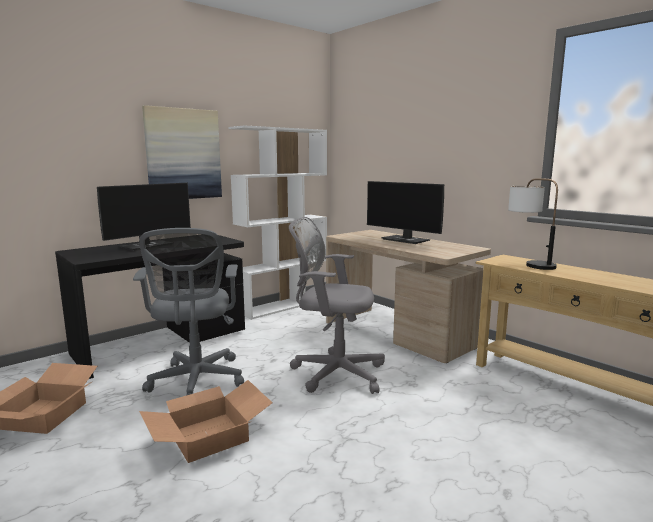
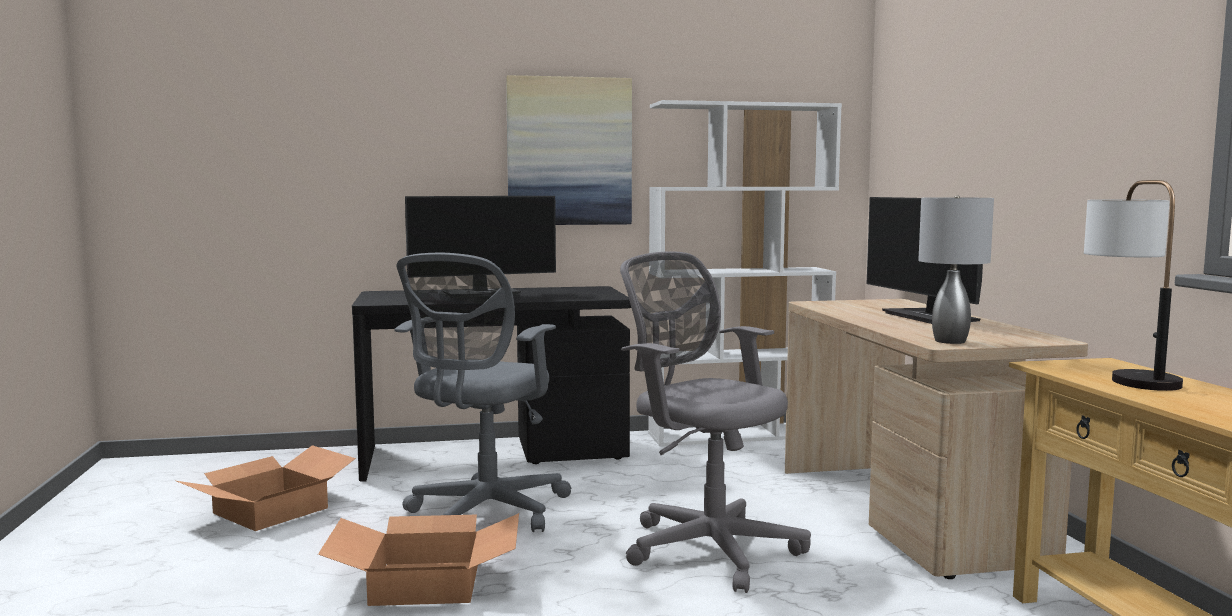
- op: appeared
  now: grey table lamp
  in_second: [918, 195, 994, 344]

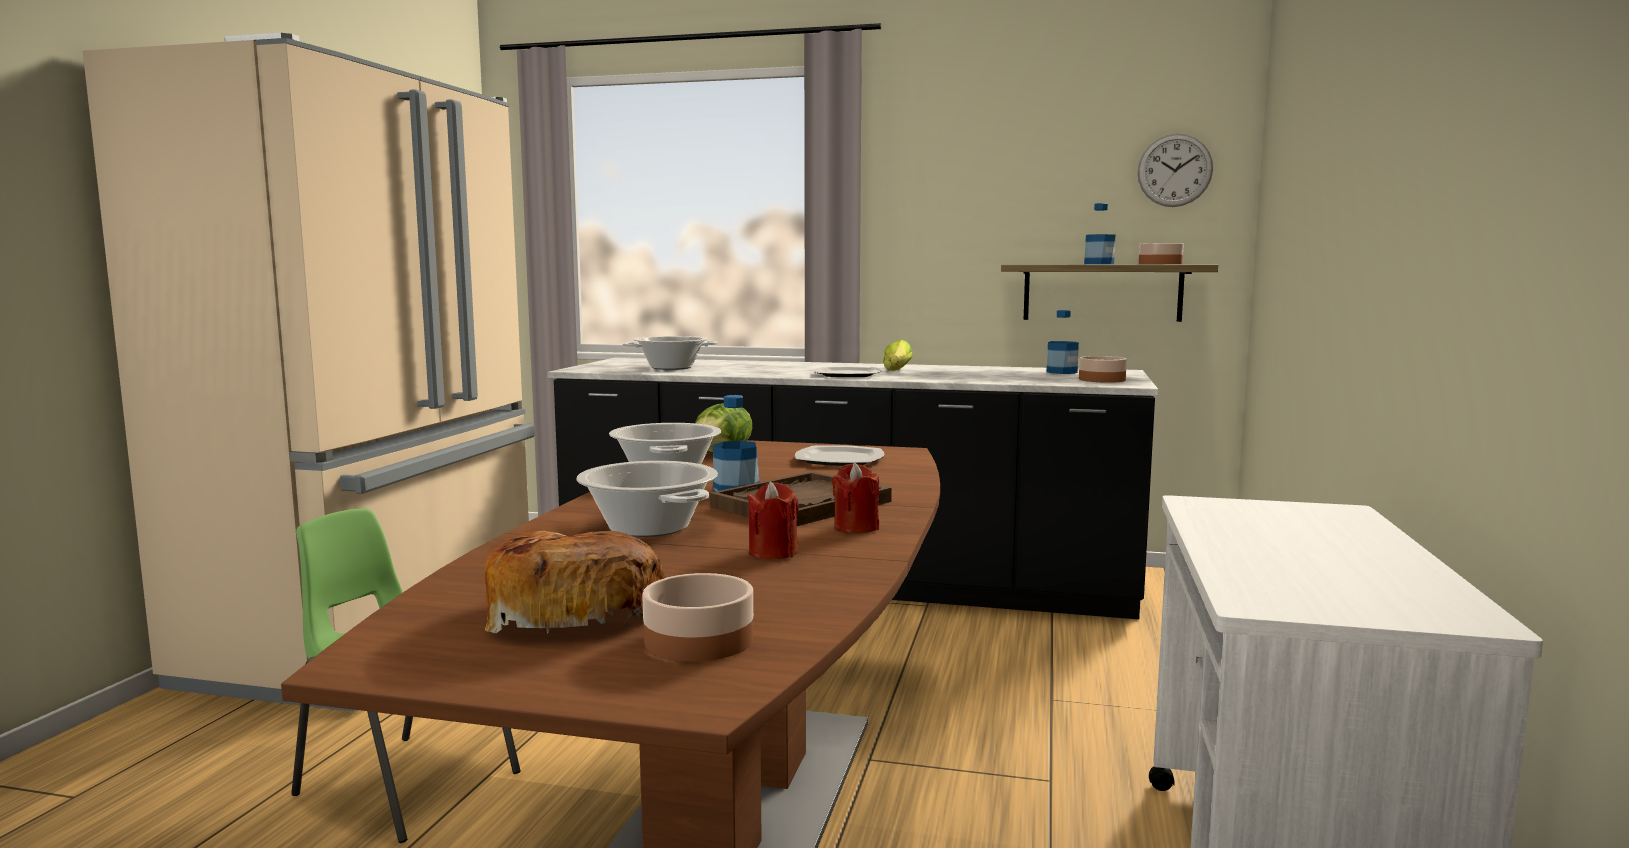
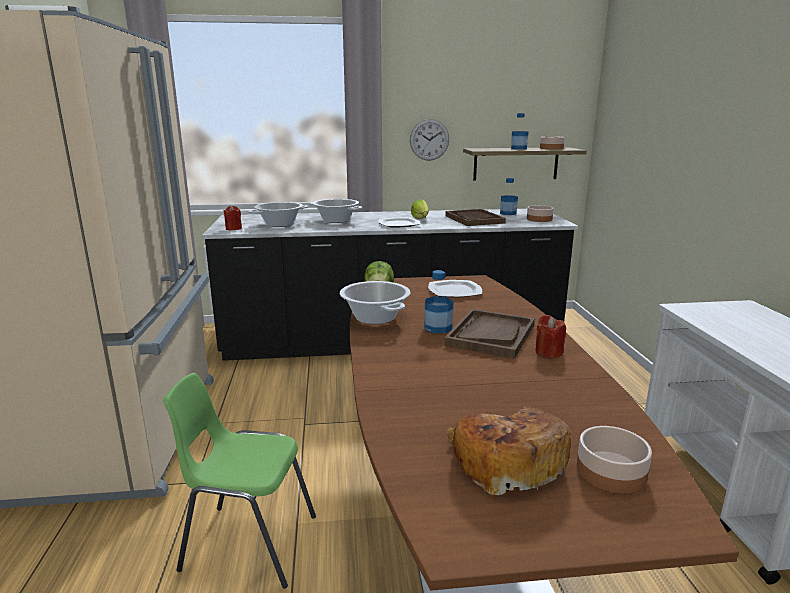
- op: relocated
  was: cooking pot
  in_first: [577, 461, 718, 537]
  in_second: [311, 199, 362, 223]
- op: relocated
  was: red candle
  in_first: [747, 482, 799, 560]
  in_second: [223, 205, 242, 230]
- op: relocated
  was: wall clock
  in_first: [1137, 134, 1213, 207]
  in_second: [410, 119, 449, 161]
- op: appeared
  now: brown tray
  in_second: [445, 209, 506, 226]

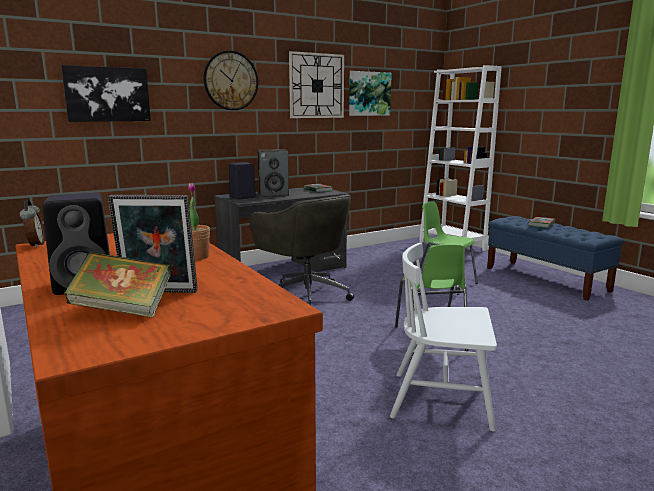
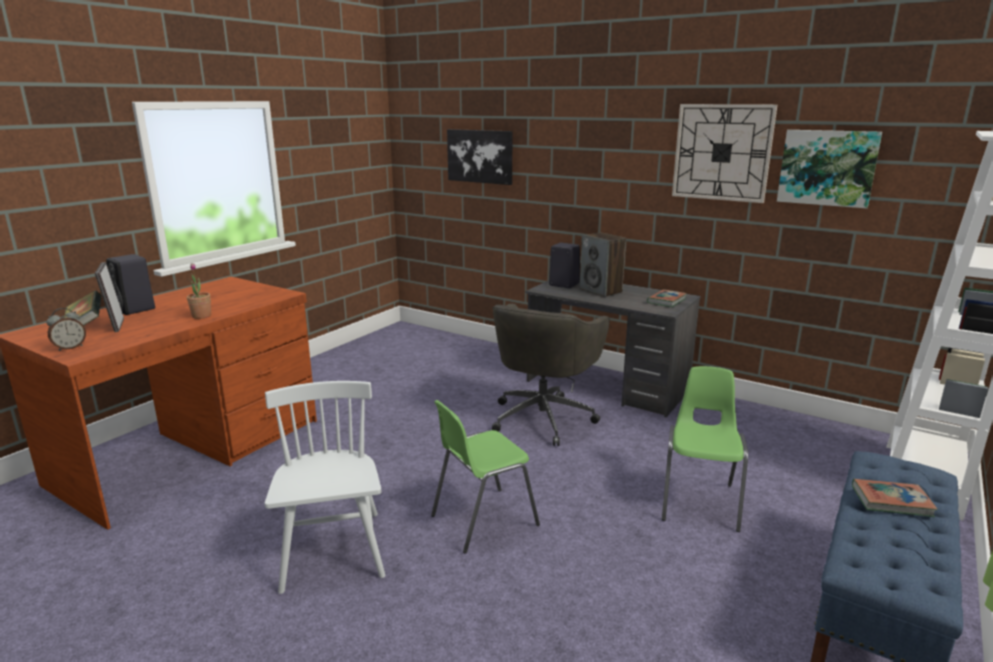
- op: relocated
  was: alarm clock
  in_first: [20, 200, 45, 248]
  in_second: [47, 308, 86, 351]
- op: missing
  was: wall clock
  in_first: [203, 51, 258, 110]

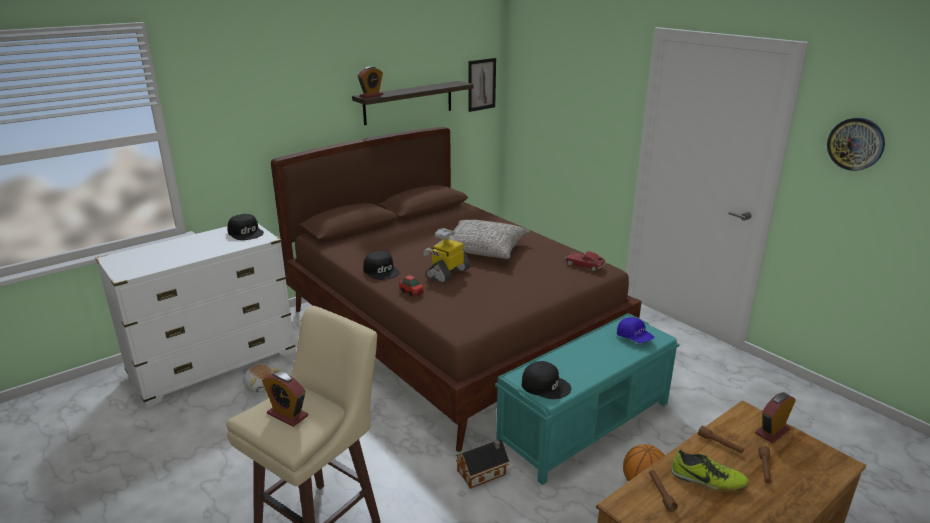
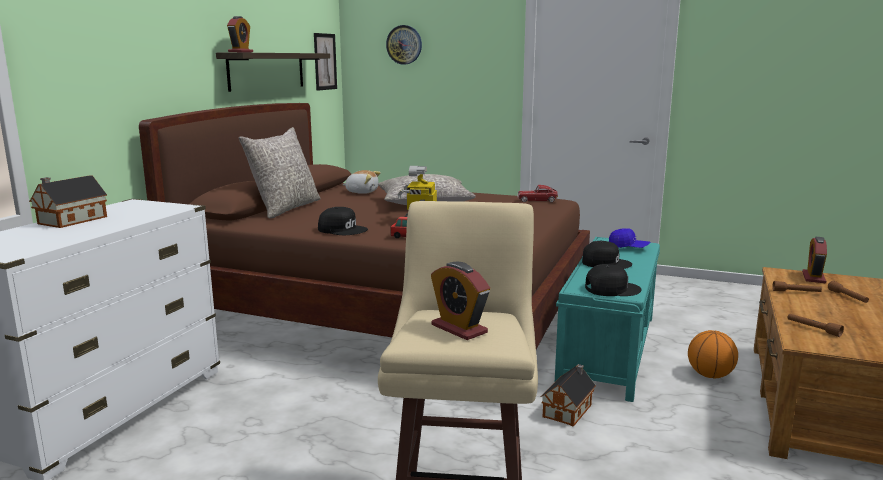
- op: relocated
  was: black cap
  in_first: [227, 214, 264, 240]
  in_second: [582, 241, 632, 269]
- op: relocated
  was: plush toy
  in_first: [243, 364, 280, 393]
  in_second: [342, 170, 381, 194]
- op: spun
  was: alarm clock
  in_first: [262, 371, 308, 427]
  in_second: [431, 262, 490, 340]
  clockwise: 45
- op: missing
  was: shoe
  in_first: [671, 449, 749, 492]
- op: relocated
  was: wall clock
  in_first: [827, 118, 885, 171]
  in_second: [386, 25, 422, 64]
- op: appeared
  now: toy house
  in_second: [29, 175, 107, 228]
- op: appeared
  now: grey pillow
  in_second: [239, 127, 321, 218]

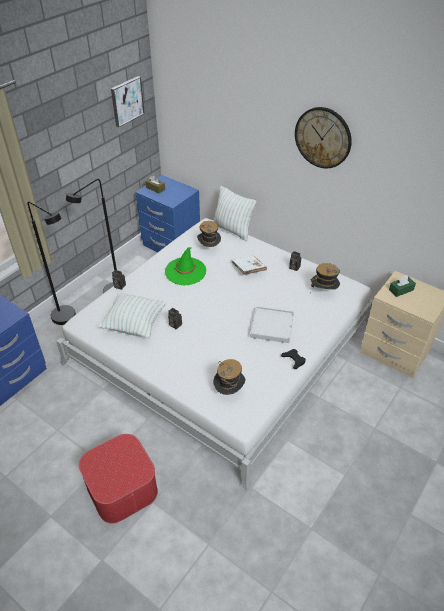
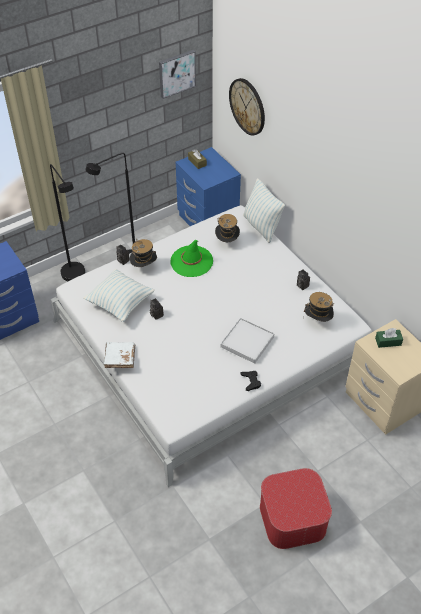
- op: relocated
  was: ottoman
  in_first: [79, 434, 158, 523]
  in_second: [260, 468, 332, 549]
- op: relocated
  was: hat
  in_first: [213, 359, 245, 395]
  in_second: [130, 238, 157, 267]
- op: relocated
  was: white book
  in_first: [231, 255, 267, 275]
  in_second: [104, 342, 135, 368]
- op: relocated
  was: wall clock
  in_first: [295, 107, 352, 168]
  in_second: [229, 78, 265, 136]

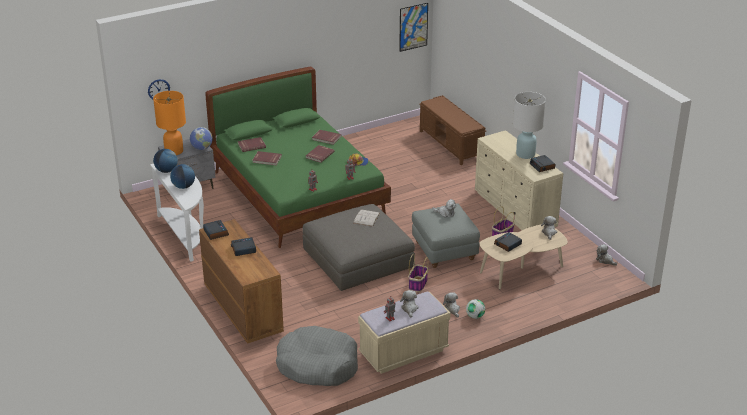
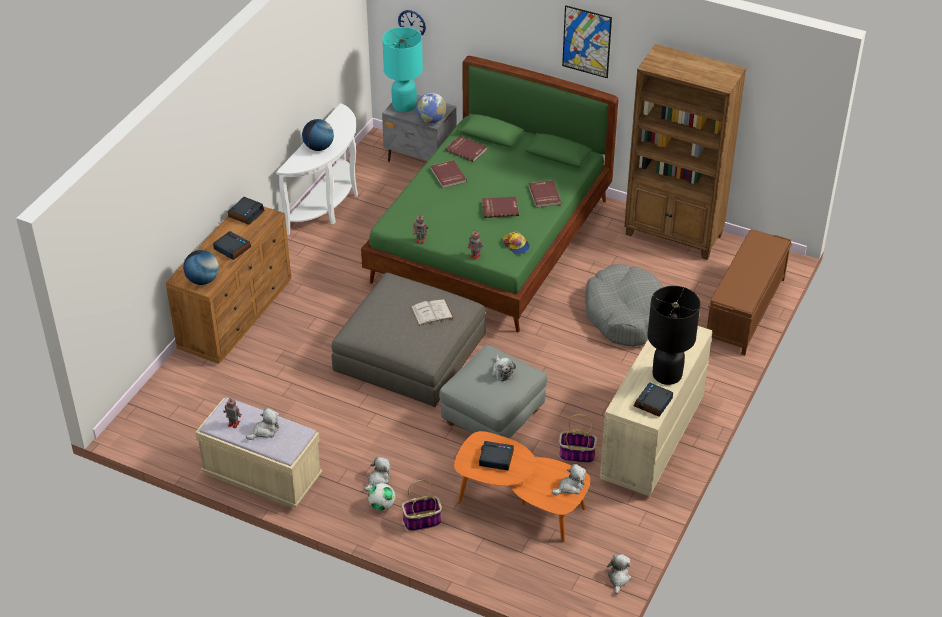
- op: colour
  was: orange table lamp
  now: turquoise table lamp
  in_first: [153, 91, 186, 155]
  in_second: [382, 27, 423, 112]
- op: relocated
  was: globe
  in_first: [153, 149, 178, 173]
  in_second: [183, 250, 219, 285]
- op: relocated
  was: grey dog bed
  in_first: [276, 326, 358, 386]
  in_second: [585, 264, 664, 347]
- op: relocated
  was: picture
  in_first: [399, 3, 428, 52]
  in_second: [562, 5, 612, 78]
- op: relocated
  was: basket
  in_first: [408, 254, 429, 292]
  in_second: [402, 480, 442, 531]
- op: colour
  was: beige coffee table
  now: orange coffee table
  in_first: [480, 225, 568, 289]
  in_second: [454, 431, 590, 542]
- op: colour
  was: white table lamp
  now: black table lamp
  in_first: [513, 92, 546, 159]
  in_second: [647, 286, 700, 385]
- op: appeared
  now: brown bookcase
  in_second: [624, 44, 746, 260]

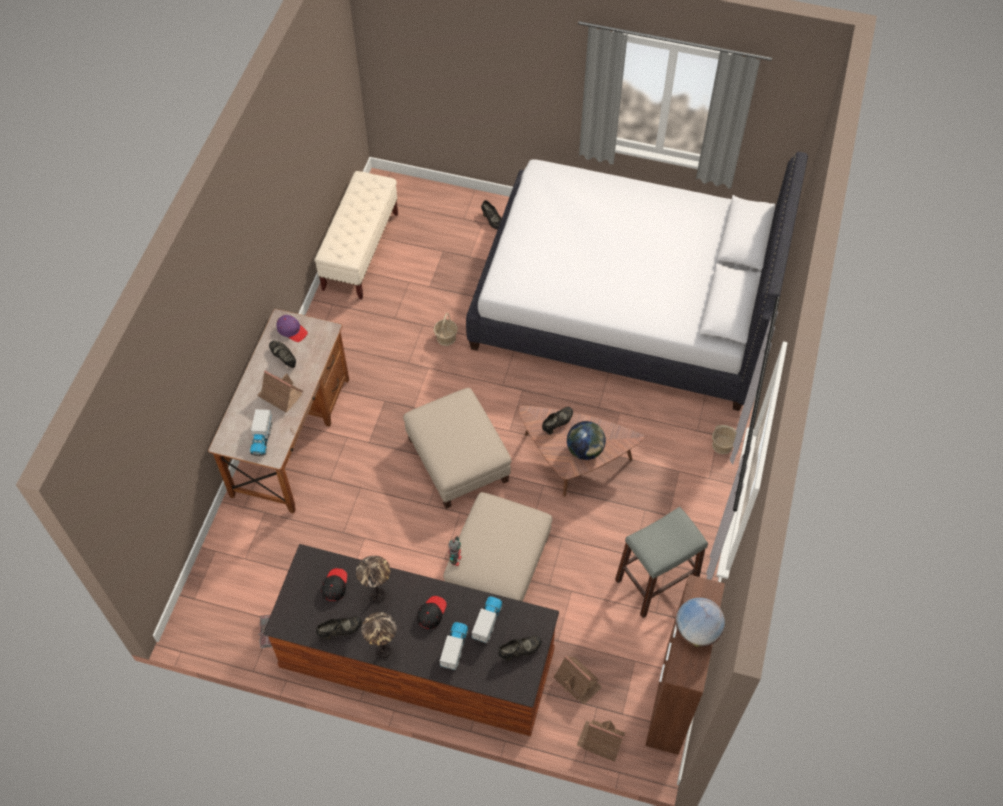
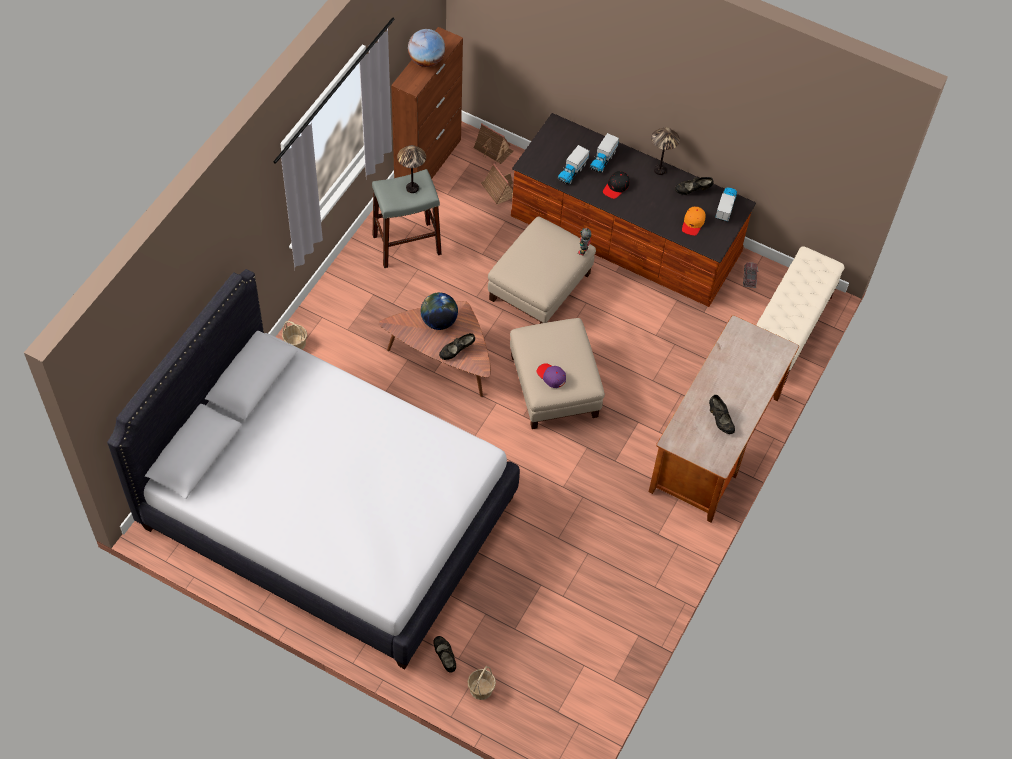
- op: relocated
  was: toy truck
  in_first: [250, 409, 272, 456]
  in_second: [715, 187, 737, 221]
- op: missing
  was: toy house
  in_first: [257, 371, 304, 412]
- op: relocated
  was: purple cap
  in_first: [277, 315, 308, 342]
  in_second: [537, 363, 566, 388]
- op: relocated
  was: beige bench
  in_first: [314, 171, 398, 299]
  in_second: [756, 246, 844, 384]
- op: colour
  was: black cap
  now: orange cap
  in_first: [321, 568, 347, 601]
  in_second: [682, 207, 706, 236]
- op: relocated
  was: table lamp
  in_first: [356, 556, 391, 602]
  in_second: [397, 145, 426, 193]
- op: relocated
  was: basket
  in_first: [434, 313, 458, 346]
  in_second: [467, 666, 496, 700]
- op: missing
  was: black shoe
  in_first: [498, 636, 542, 661]

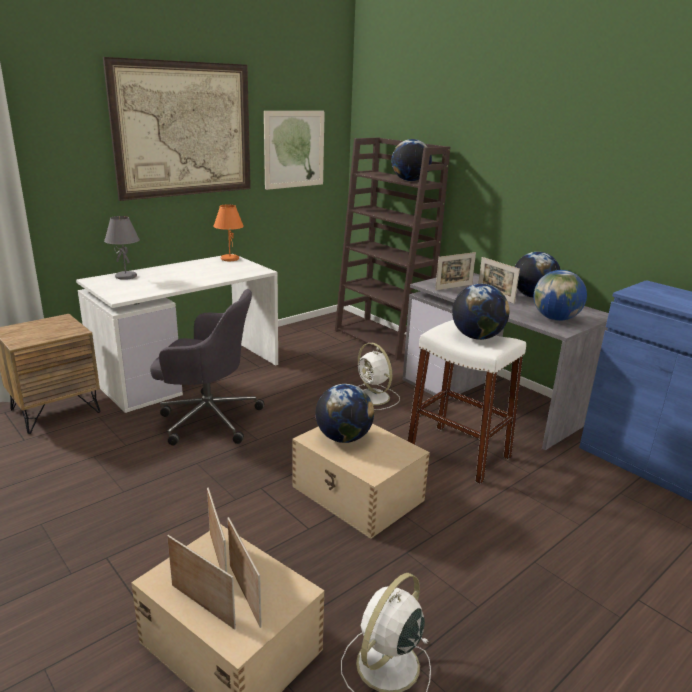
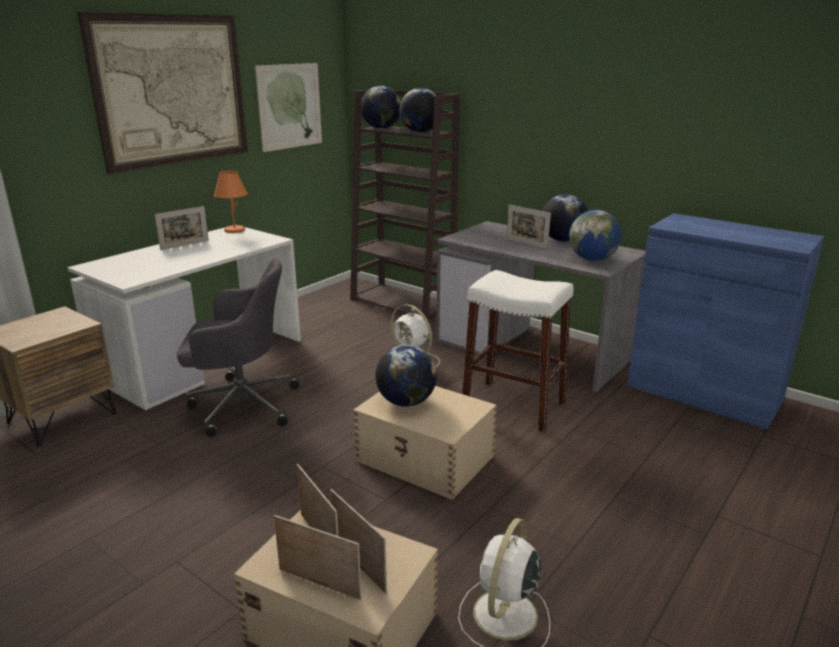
- op: missing
  was: grey table lamp
  in_first: [104, 216, 140, 280]
- op: relocated
  was: picture frame
  in_first: [435, 252, 476, 290]
  in_second: [155, 206, 209, 250]
- op: relocated
  was: globe
  in_first: [452, 284, 509, 340]
  in_second: [361, 86, 401, 129]

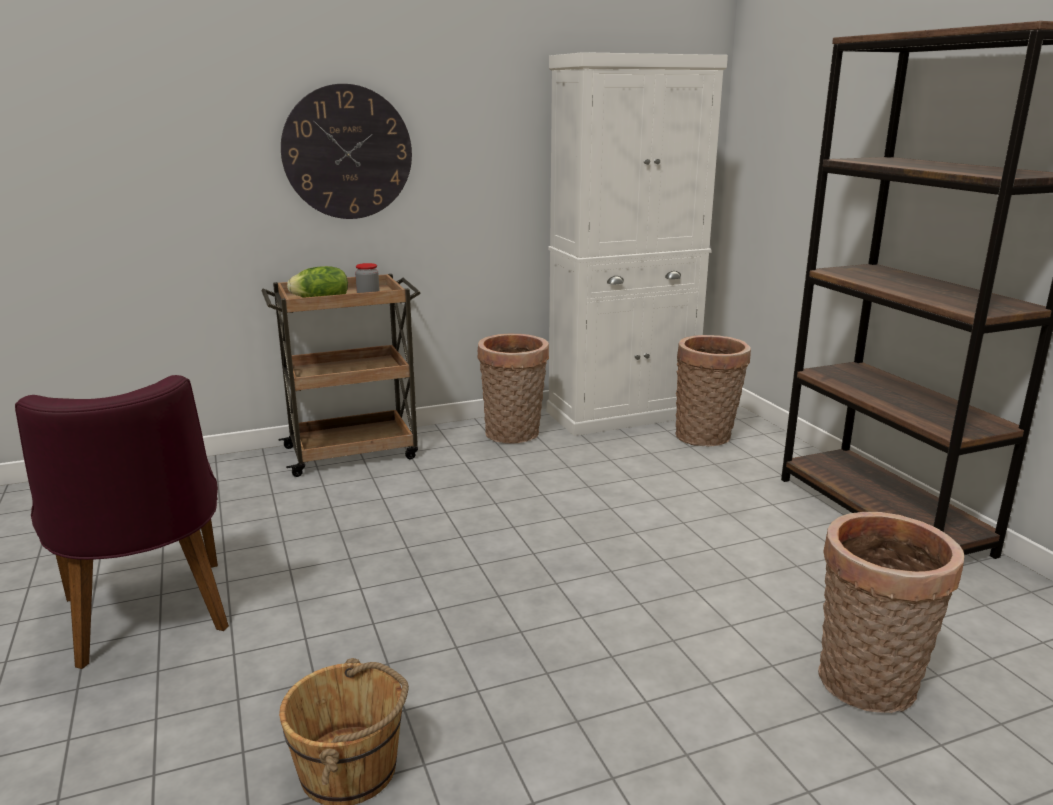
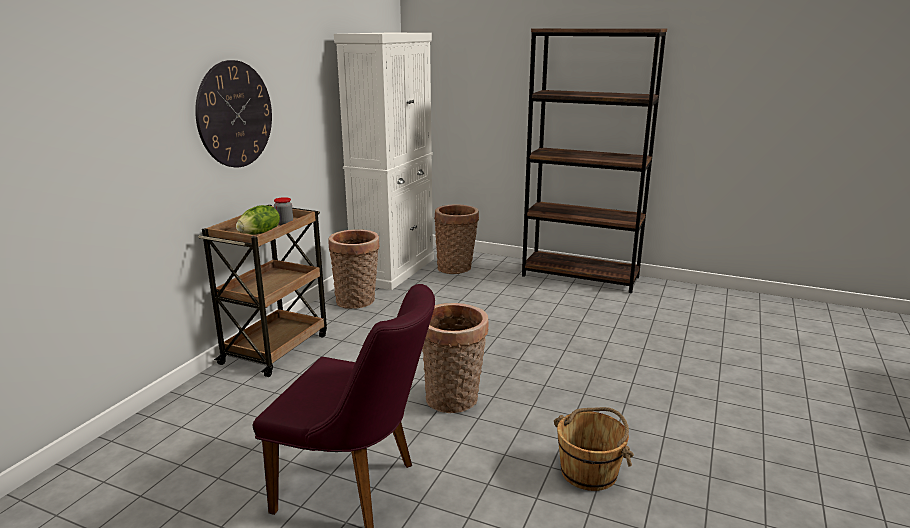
- op: relocated
  was: basket
  in_first: [818, 512, 964, 713]
  in_second: [422, 303, 488, 413]

